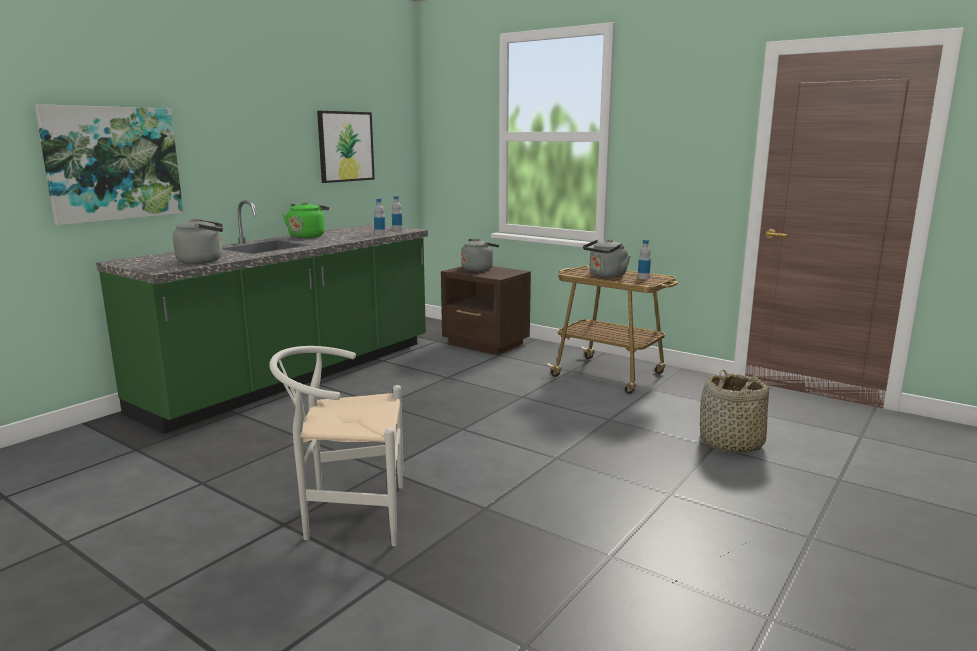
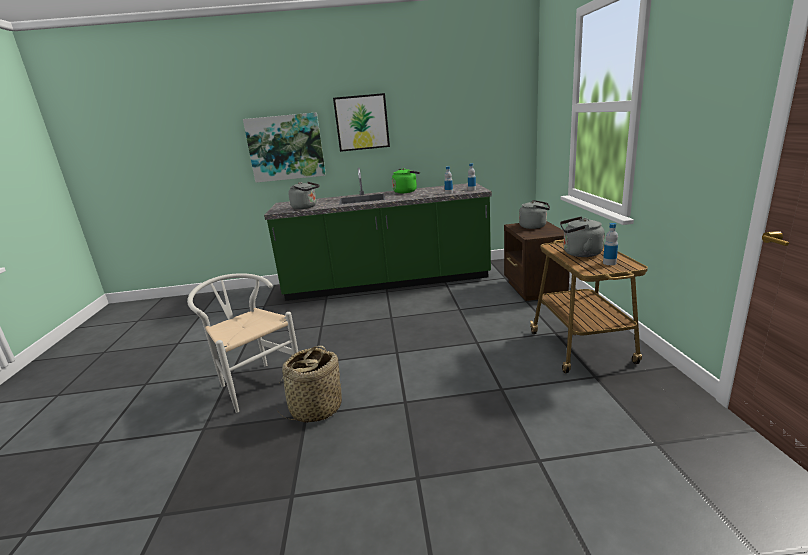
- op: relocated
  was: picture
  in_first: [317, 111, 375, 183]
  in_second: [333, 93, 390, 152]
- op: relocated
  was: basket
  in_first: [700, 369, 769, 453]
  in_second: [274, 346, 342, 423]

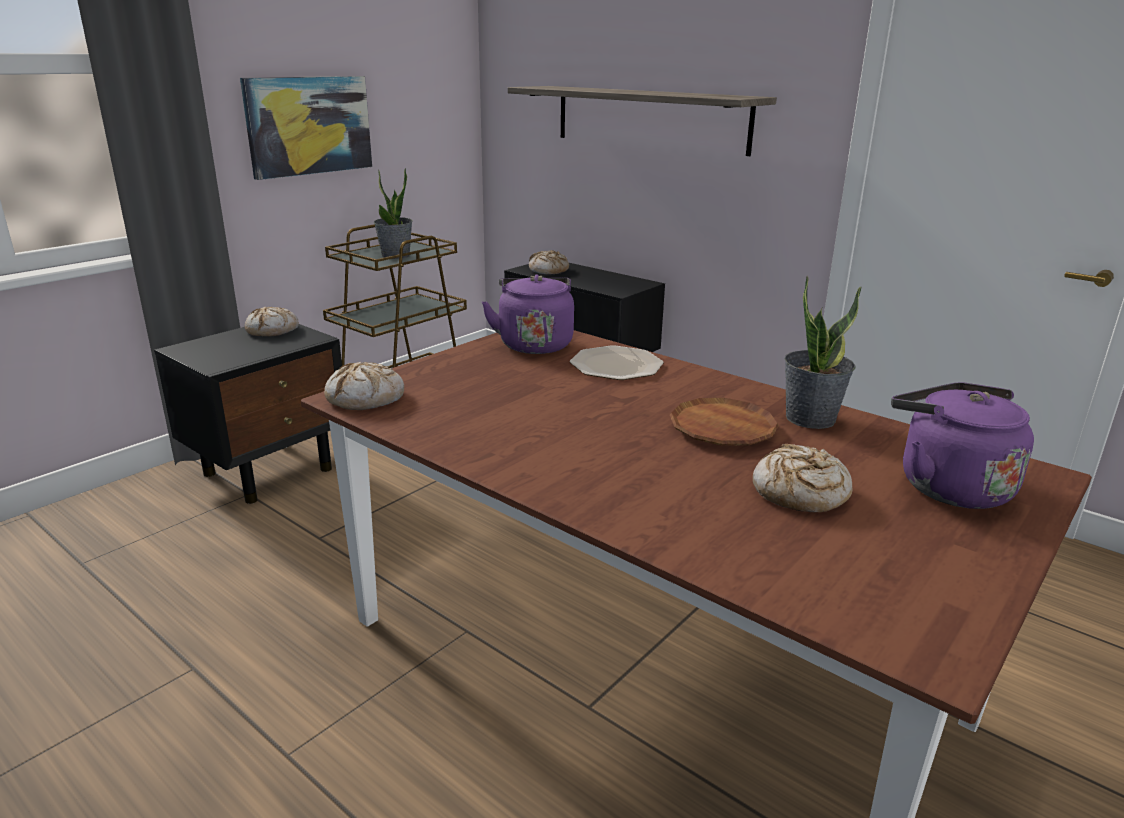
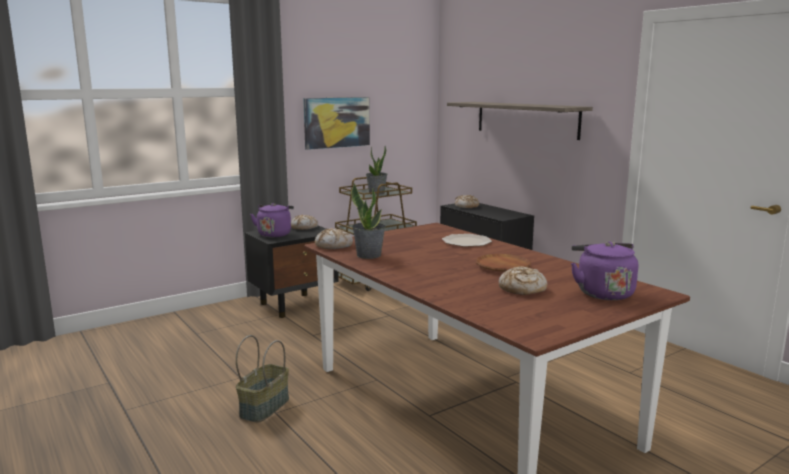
- op: relocated
  was: purple kettle
  in_first: [482, 274, 574, 354]
  in_second: [250, 203, 294, 237]
- op: relocated
  was: potted plant
  in_first: [784, 276, 862, 429]
  in_second: [351, 183, 386, 259]
- op: appeared
  now: basket
  in_second: [236, 335, 289, 422]

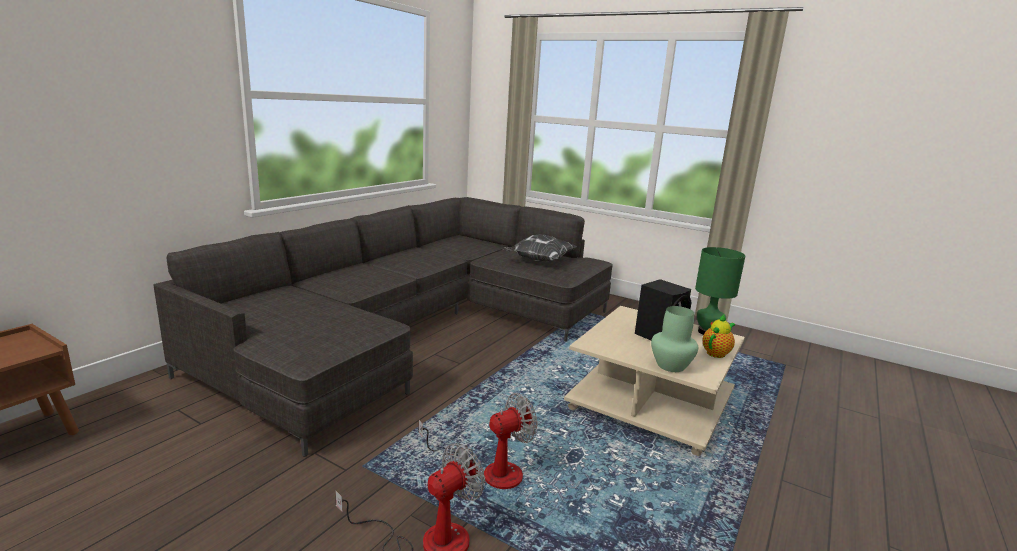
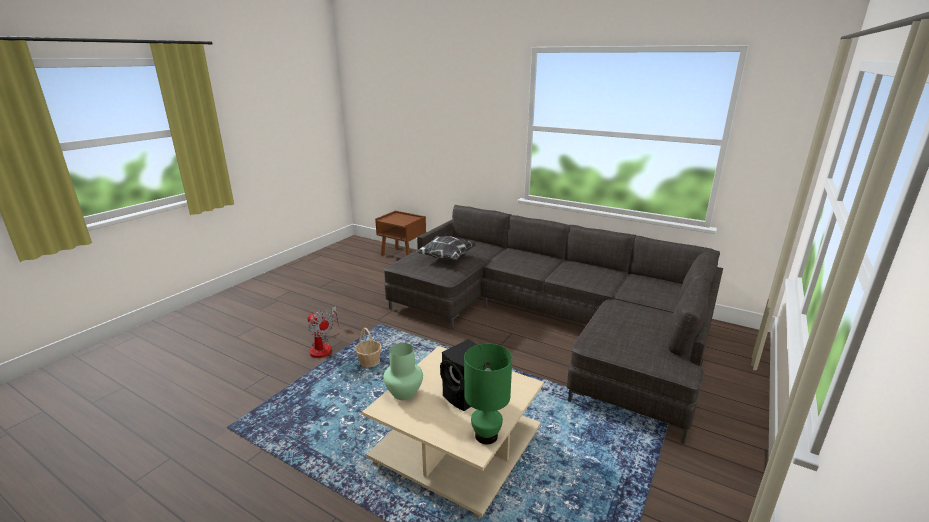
- op: exchanged
  was: fan
  now: basket
  in_first: [419, 393, 538, 489]
  in_second: [355, 328, 382, 367]
- op: relocated
  was: pillow
  in_first: [502, 234, 577, 262]
  in_second: [416, 235, 477, 260]
- op: missing
  was: teapot
  in_first: [703, 315, 735, 358]

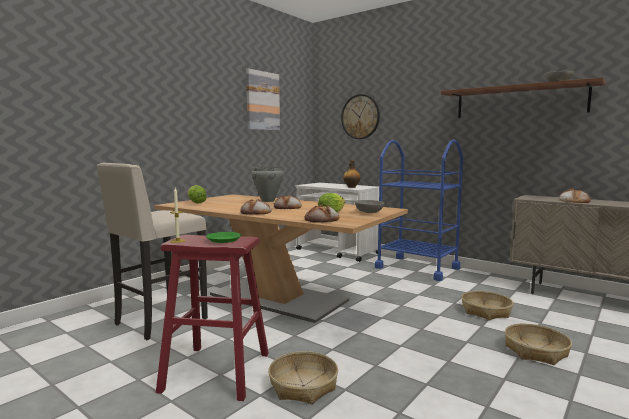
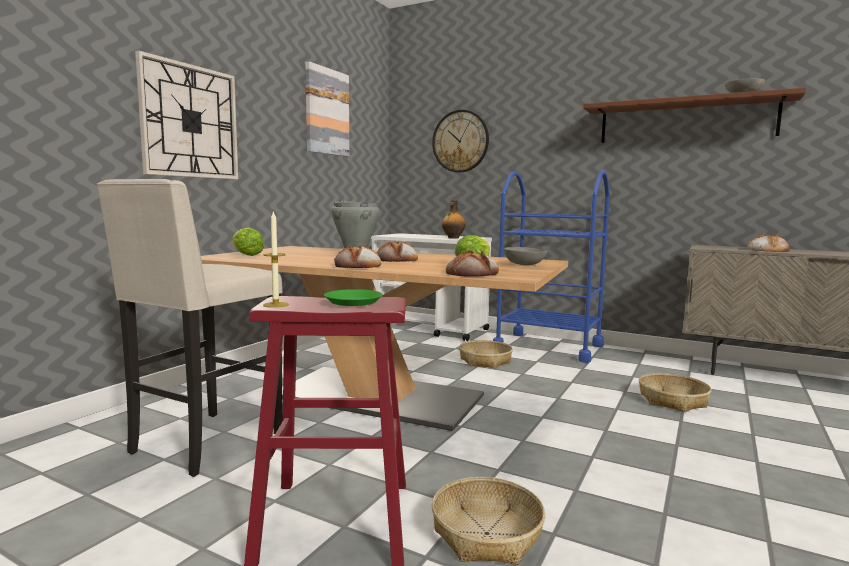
- op: relocated
  was: basket
  in_first: [505, 324, 572, 365]
  in_second: [459, 340, 513, 368]
- op: appeared
  now: wall clock
  in_second: [135, 50, 238, 179]

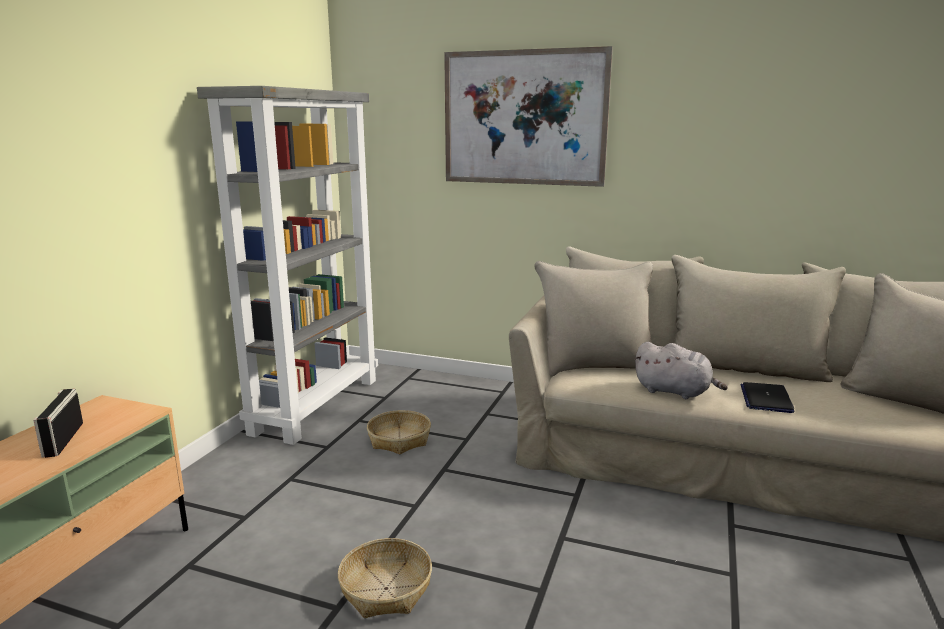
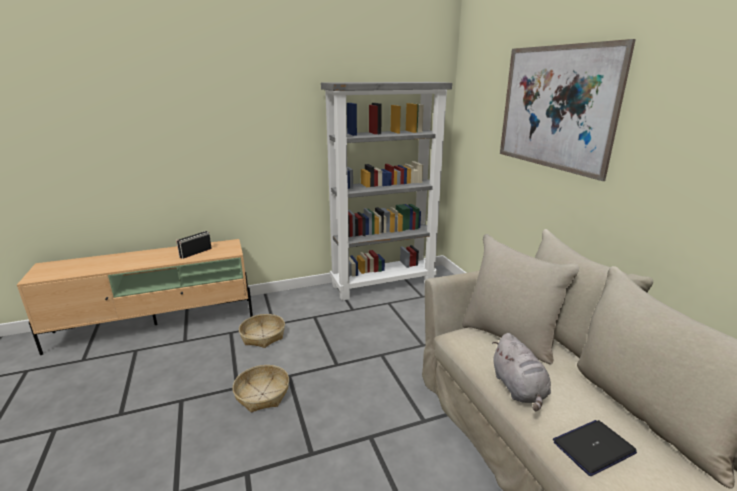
- op: relocated
  was: basket
  in_first: [367, 410, 431, 454]
  in_second: [239, 314, 285, 348]

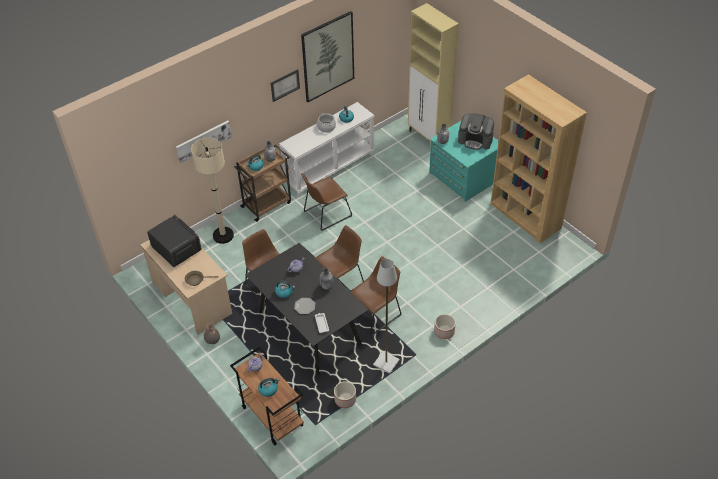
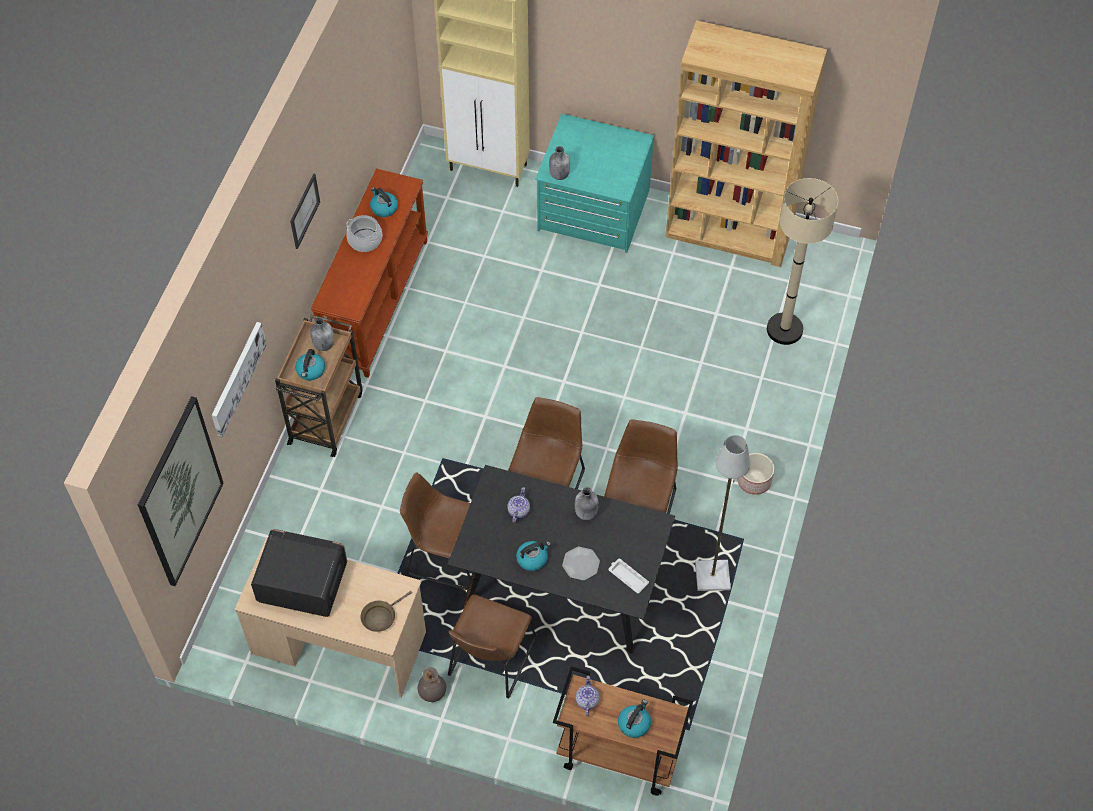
- op: relocated
  was: beige floor lamp
  in_first: [191, 138, 234, 244]
  in_second: [767, 178, 838, 345]
- op: colour
  was: white console table
  now: brown console table
  in_first: [279, 102, 374, 198]
  in_second: [311, 169, 428, 378]
- op: relocated
  was: picture
  in_first: [301, 11, 354, 102]
  in_second: [138, 396, 224, 586]
- op: relocated
  was: brown chair
  in_first: [301, 173, 353, 231]
  in_second: [448, 595, 537, 699]
- op: missing
  was: planter
  in_first: [334, 381, 356, 408]
- op: missing
  was: coffee machine
  in_first: [458, 113, 494, 150]

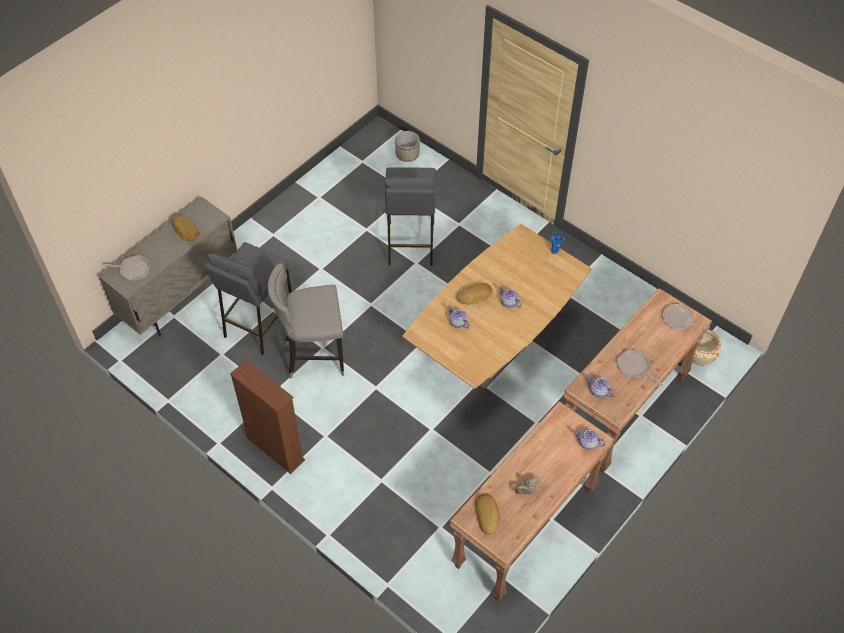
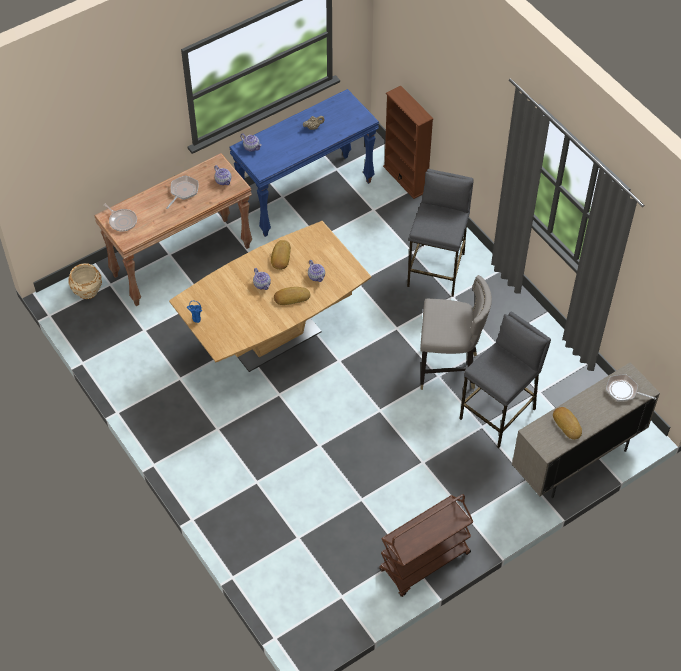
- op: relocated
  was: brown bookcase
  in_first: [230, 360, 305, 474]
  in_second: [383, 86, 434, 199]
- op: relocated
  was: grey stool
  in_first: [384, 167, 436, 266]
  in_second: [407, 169, 474, 297]
- op: missing
  was: planter
  in_first: [395, 131, 420, 162]
- op: colour
  was: brown console table
  now: blue console table
  in_first: [450, 401, 614, 601]
  in_second: [229, 89, 379, 237]
- op: relocated
  was: bread
  in_first: [475, 494, 500, 535]
  in_second: [271, 240, 291, 270]
- op: spun
  was: frying pan
  in_first: [617, 349, 663, 386]
  in_second: [166, 175, 198, 209]
  clockwise: -120
- op: appeared
  now: brown cart
  in_second: [379, 494, 473, 597]

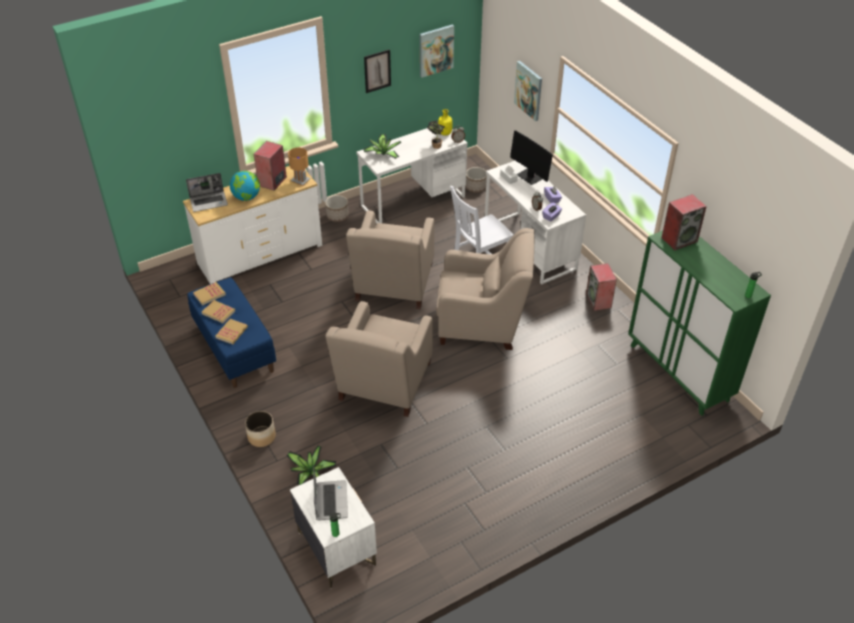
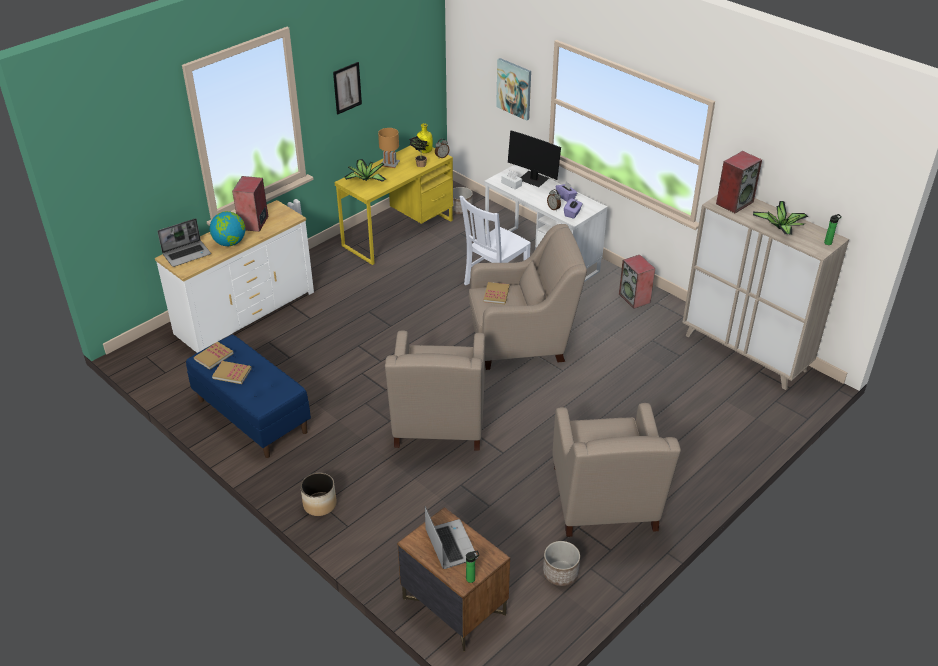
- op: relocated
  was: book
  in_first: [215, 319, 248, 344]
  in_second: [484, 282, 510, 304]
- op: relocated
  was: potted plant
  in_first: [286, 445, 336, 485]
  in_second: [753, 201, 808, 235]
- op: relocated
  was: brown table lamp
  in_first: [288, 147, 311, 186]
  in_second: [378, 128, 400, 168]
- op: colour
  was: white nightstand
  now: brown nightstand
  in_first: [290, 467, 377, 588]
  in_second: [397, 507, 510, 652]
- op: relocated
  was: planter
  in_first: [325, 195, 349, 222]
  in_second: [543, 541, 580, 586]
- op: relocated
  was: beige armchair
  in_first: [346, 211, 434, 309]
  in_second: [552, 403, 681, 537]
- op: colour
  was: white desk
  now: yellow desk
  in_first: [356, 128, 467, 224]
  in_second: [335, 145, 453, 265]
- op: missing
  was: picture
  in_first: [420, 24, 454, 78]
- op: colour
  was: green cabinet
  now: beige cabinet
  in_first: [628, 230, 771, 416]
  in_second: [682, 194, 849, 390]

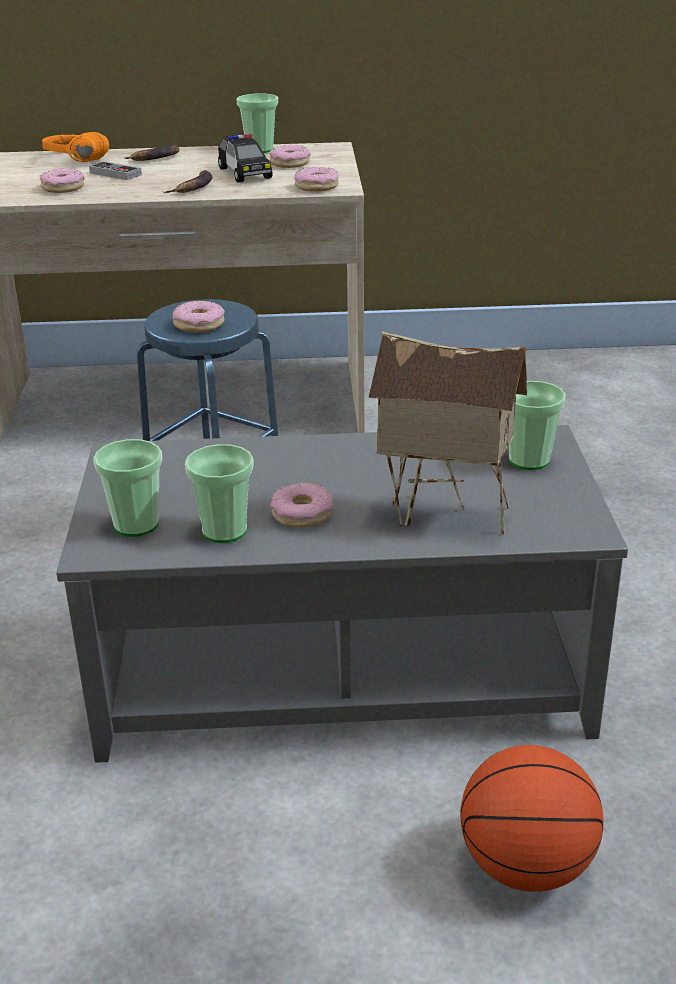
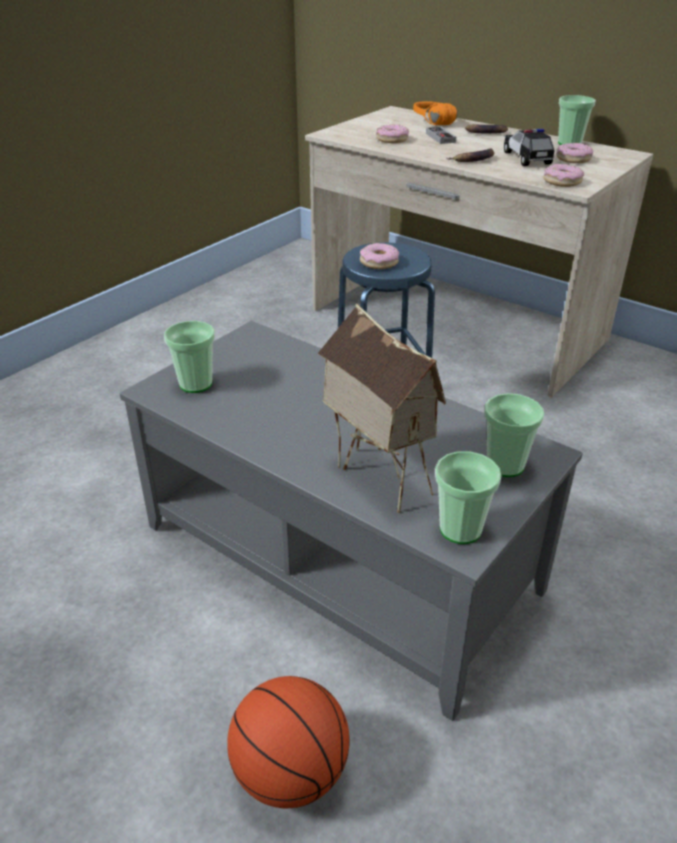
- op: relocated
  was: cup
  in_first: [185, 444, 254, 543]
  in_second: [435, 451, 502, 544]
- op: spun
  was: toy car
  in_first: [218, 134, 272, 183]
  in_second: [504, 129, 554, 166]
  clockwise: 150
- op: missing
  was: donut
  in_first: [270, 482, 333, 528]

